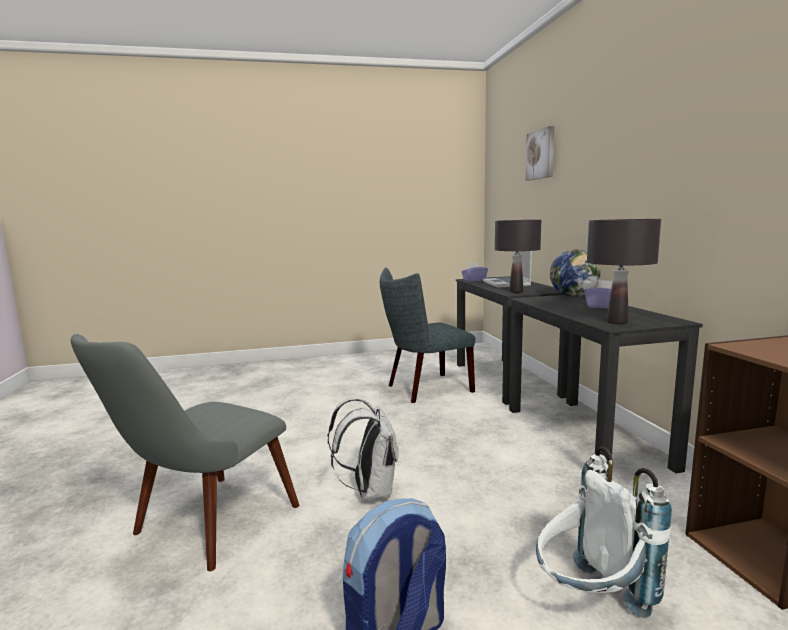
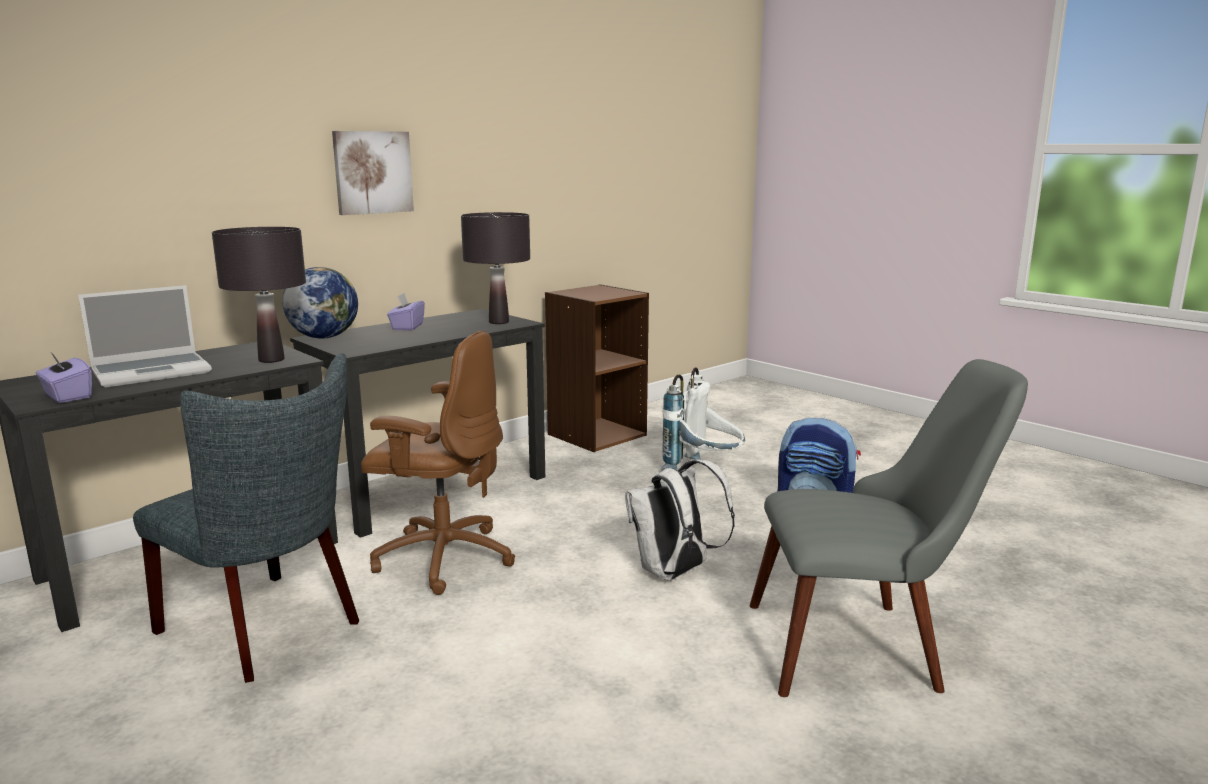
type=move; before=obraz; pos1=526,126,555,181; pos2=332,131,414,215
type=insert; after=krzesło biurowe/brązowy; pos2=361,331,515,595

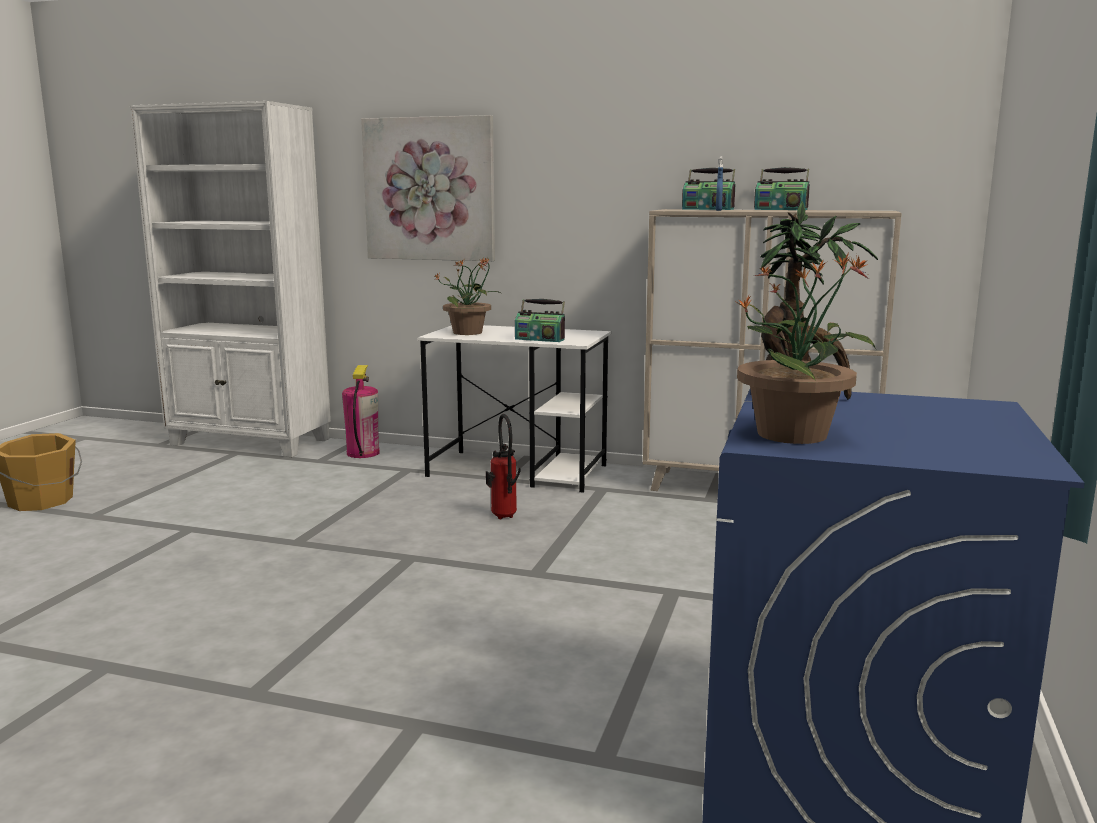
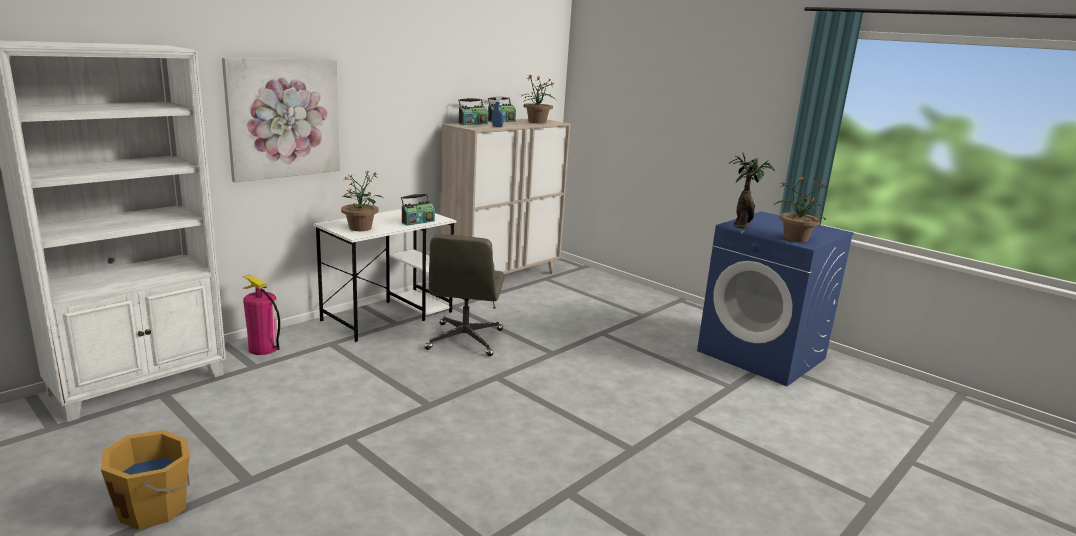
type=replace; before=gaśnica; after=krzesło biurowe/szary; pos1=486,414,521,519; pos2=425,234,504,356
type=insert; after=roślina doniczkowa; pos2=521,74,556,124

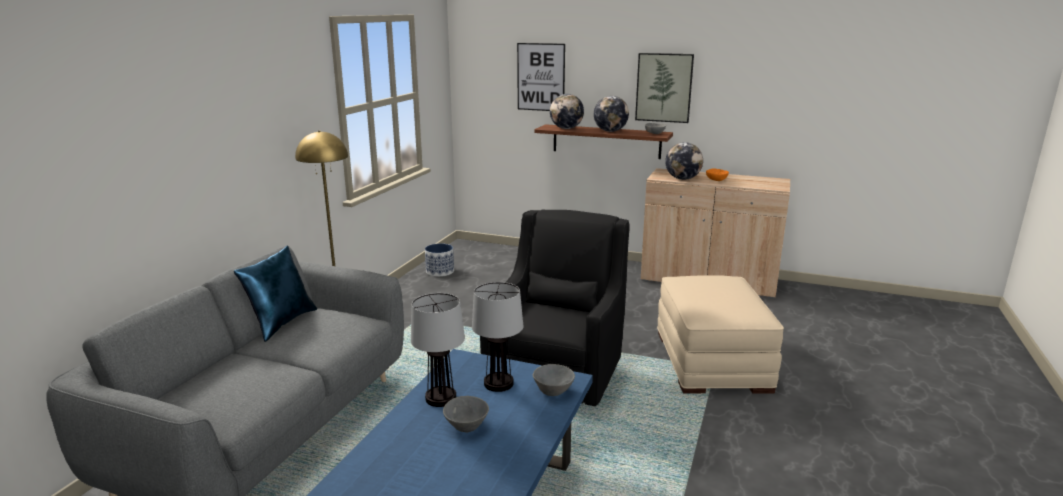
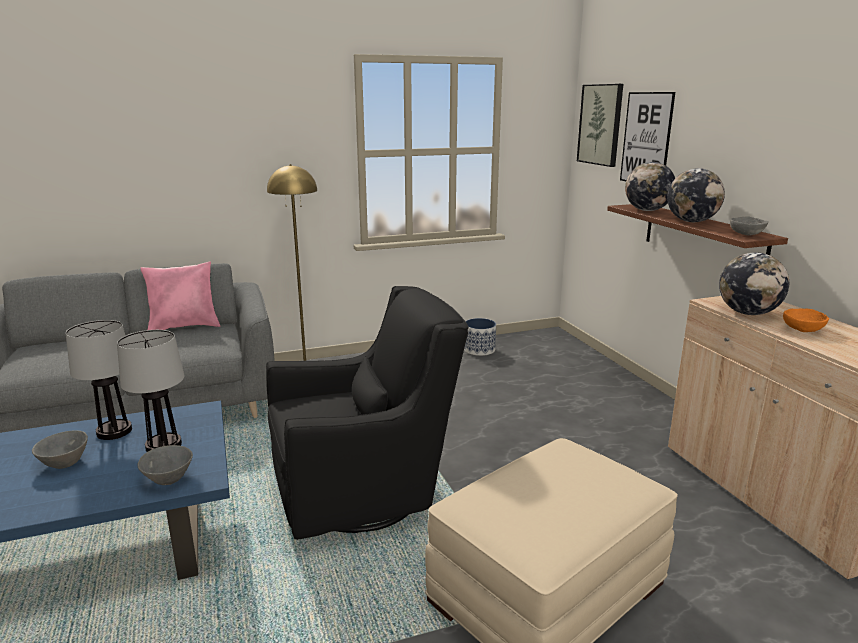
type=recolor; before=poduszka/niebieski; after=poduszka/różowy; pos1=234,246,317,342; pos2=140,261,220,330
type=move; before=obraz; pos1=635,53,694,123; pos2=577,84,623,167

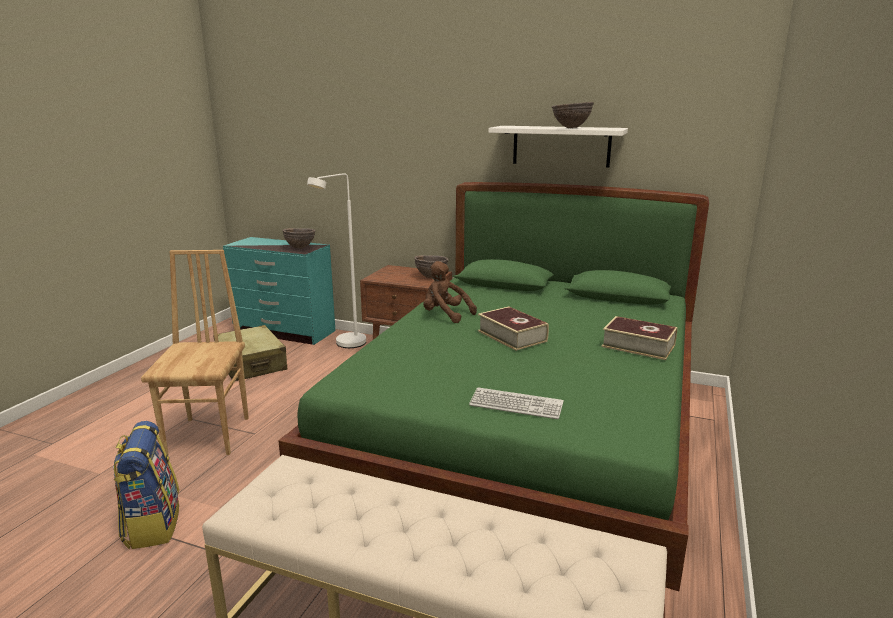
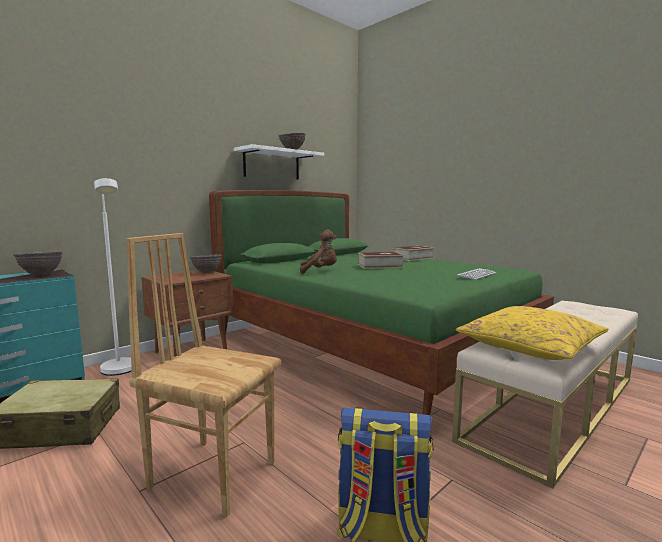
type=rotate; before=pluszak/brązowy; pos1=423,261,477,323; pos2=300,230,337,274; turn=-150
type=insert; after=poduszka/żółty; pos2=456,306,608,360

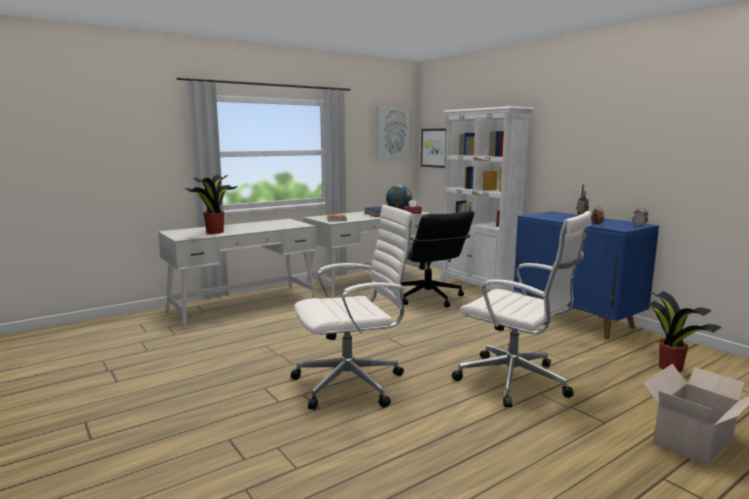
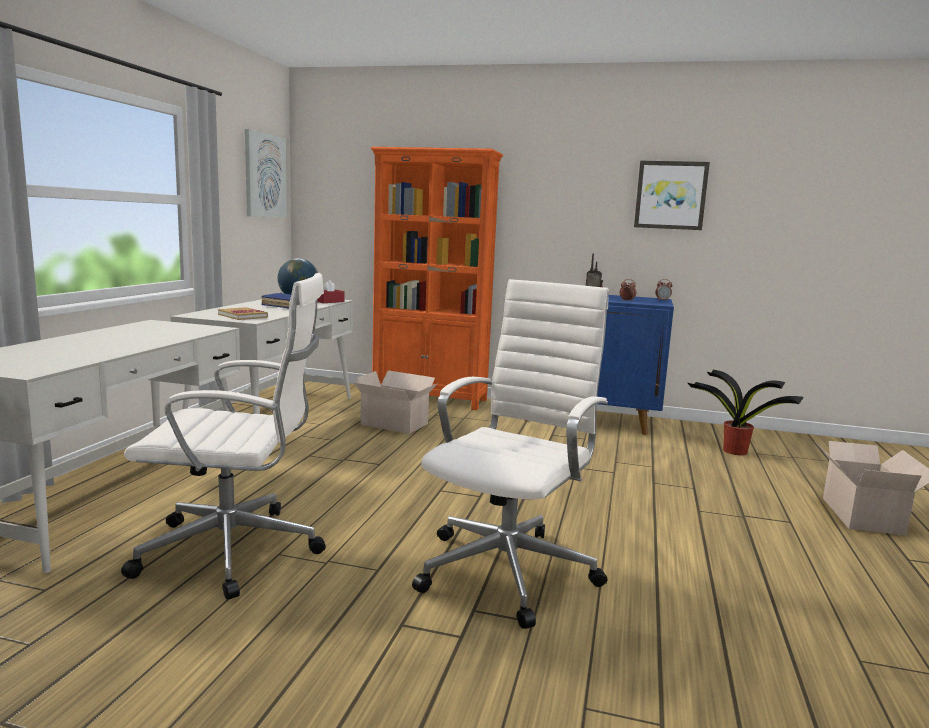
type=delete; before=roślina doniczkowa; pos1=185,175,238,234
type=replace; before=krzesło biurowe/czarny; after=karton; pos1=401,211,474,307; pos2=354,370,438,434
type=move; before=obraz; pos1=421,128,446,168; pos2=634,161,710,230
type=recolor; before=regał/biały; after=regał/pomarańczowy; pos1=441,106,534,294; pos2=371,147,503,410
type=move; before=krzesło biurowe/biały; pos1=452,211,591,407; pos2=121,273,326,600

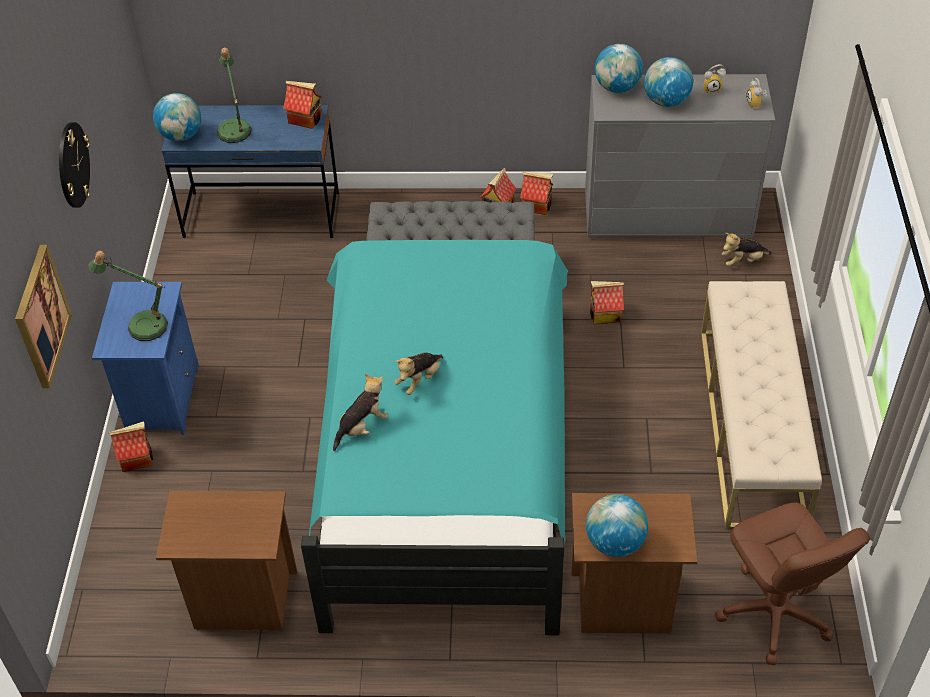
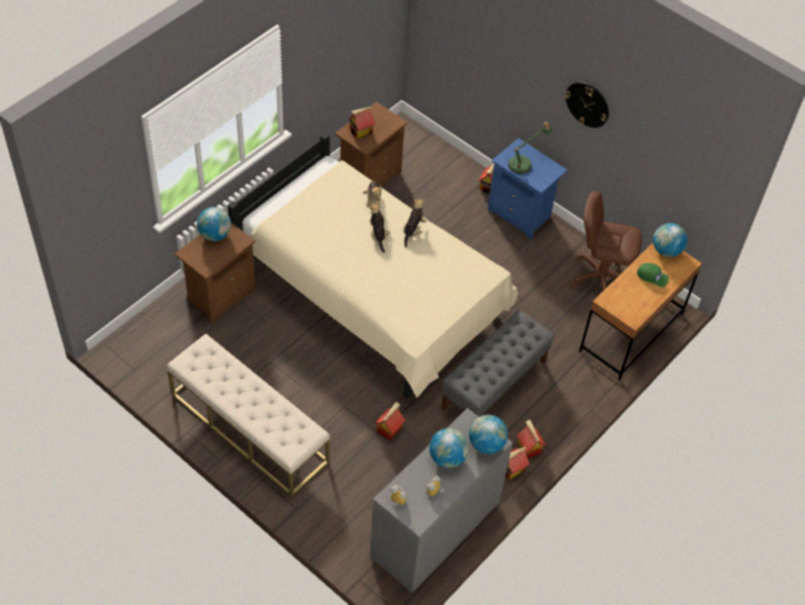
type=delete; before=obraz; pos1=15,245,72,388
type=recolor; before=biurko/niebieski; after=biurko/brązowy; pos1=162,105,339,238; pos2=579,243,702,380
type=replace; before=lampa stołowa; after=czapka z daszkiem/zielony; pos1=217,48,252,143; pos2=637,263,669,287
type=move; before=domek; pos1=283,81,322,129; pos2=349,106,375,139
type=recolor; before=łóżko/turkusowy; after=łóżko/beżowy; pos1=301,240,569,635; pos2=228,133,518,398
type=move; before=krzesło biurowe/brązowy; pos1=715,503,870,665; pos2=570,191,642,292
type=move; before=pluszak; pos1=722,233,772,266; pos2=403,198,426,248

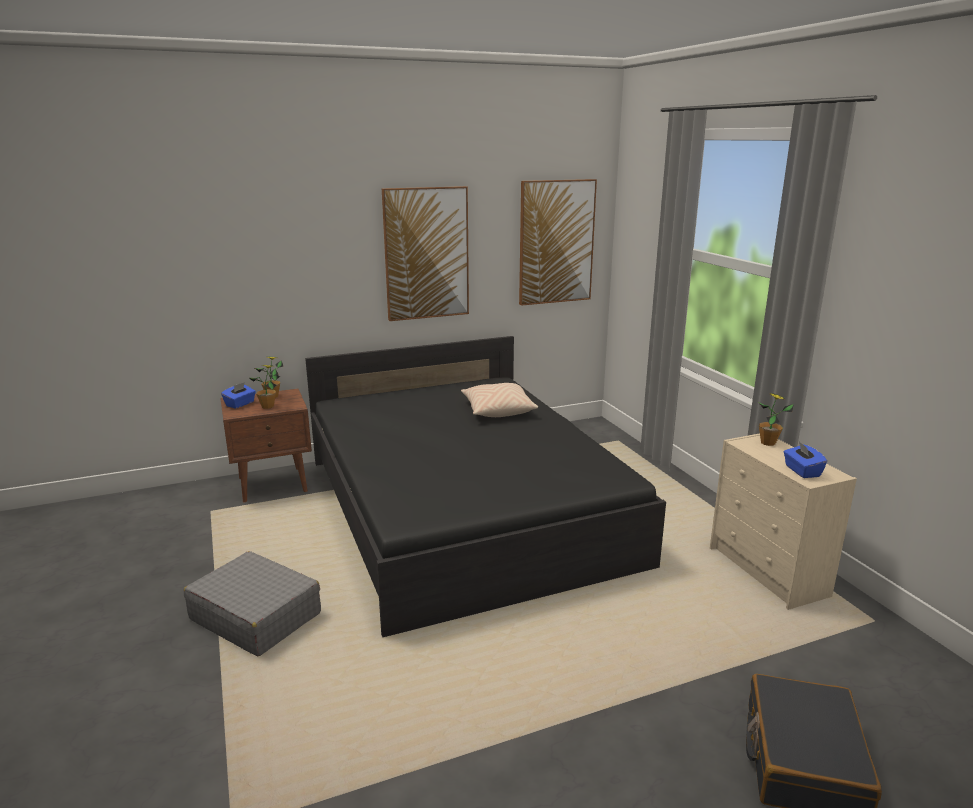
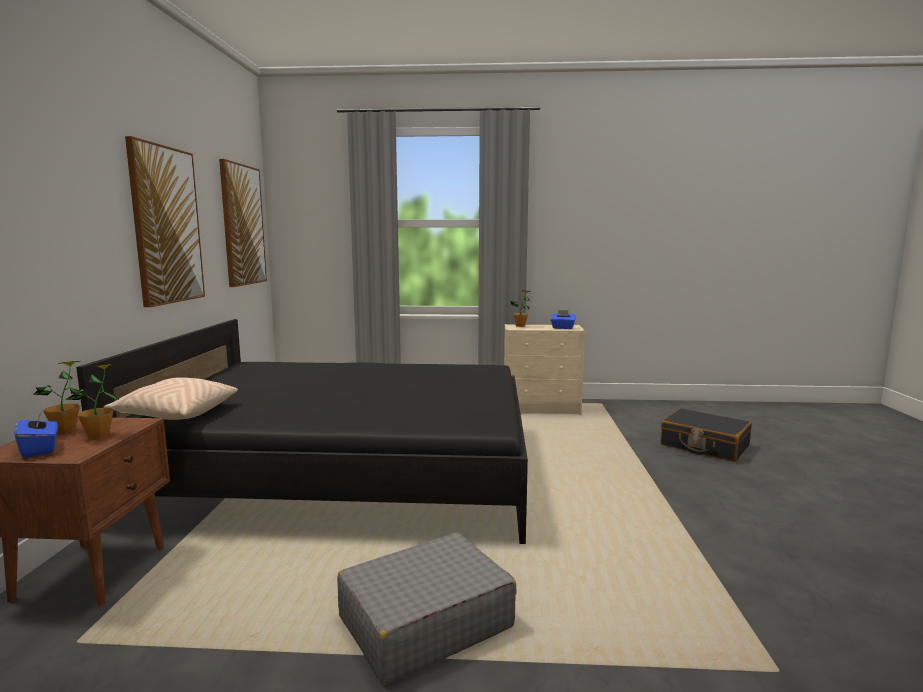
type=move; before=poduszka/beżowy; pos1=461,383,538,417; pos2=103,377,238,420

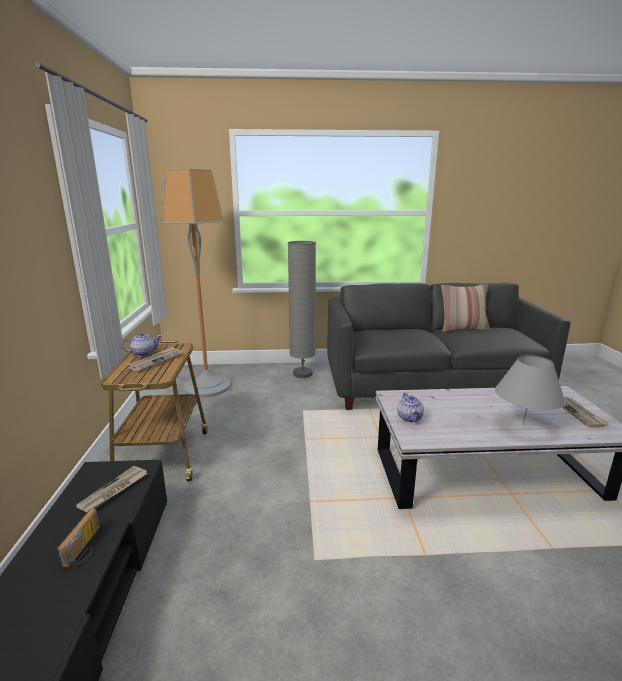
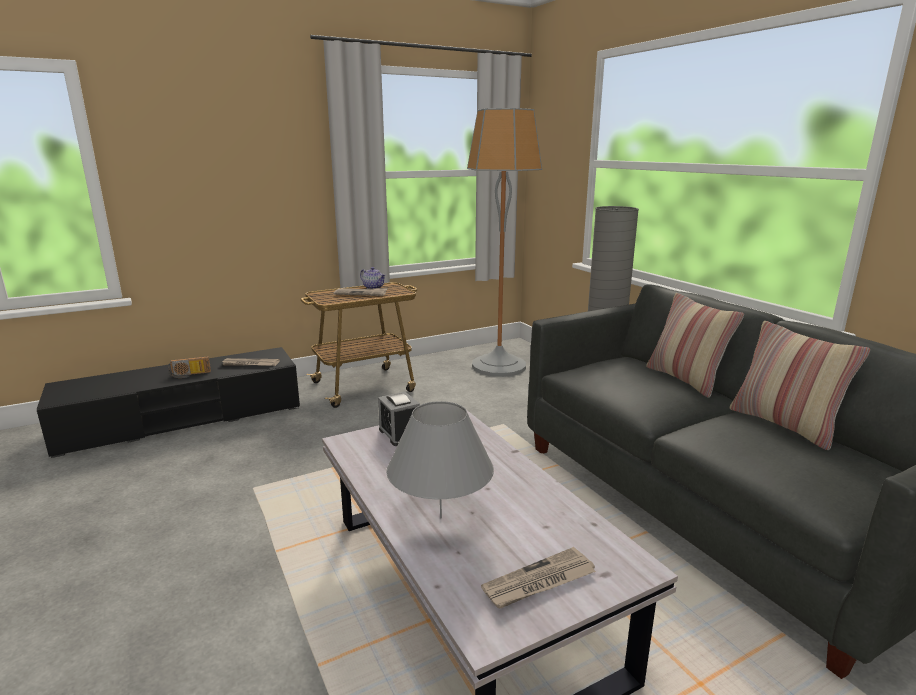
type=replace; before=imbryk; after=budzik; pos1=397,393,424,422; pos2=378,392,420,446
type=insert; after=poduszka; pos2=646,293,744,398

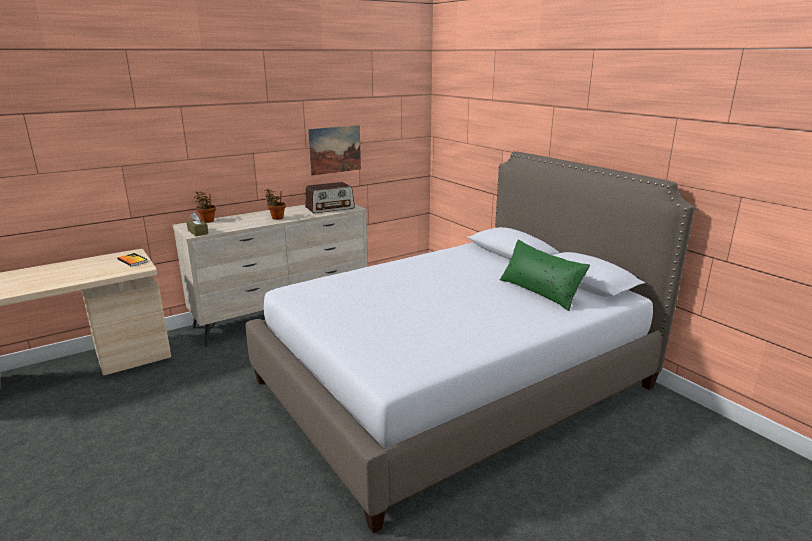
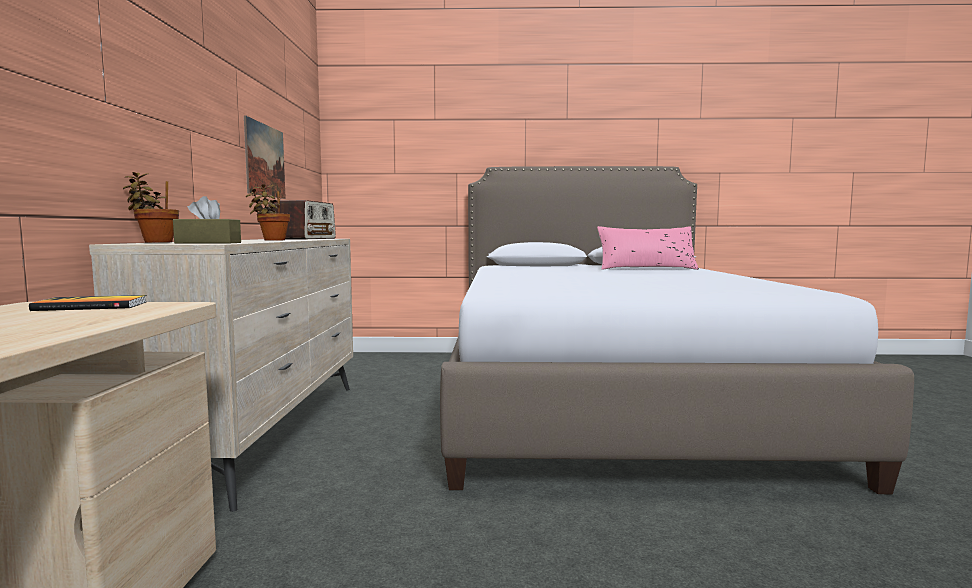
type=recolor; before=poduszka/zielony; after=poduszka/różowy; pos1=500,239,590,311; pos2=597,226,699,270

